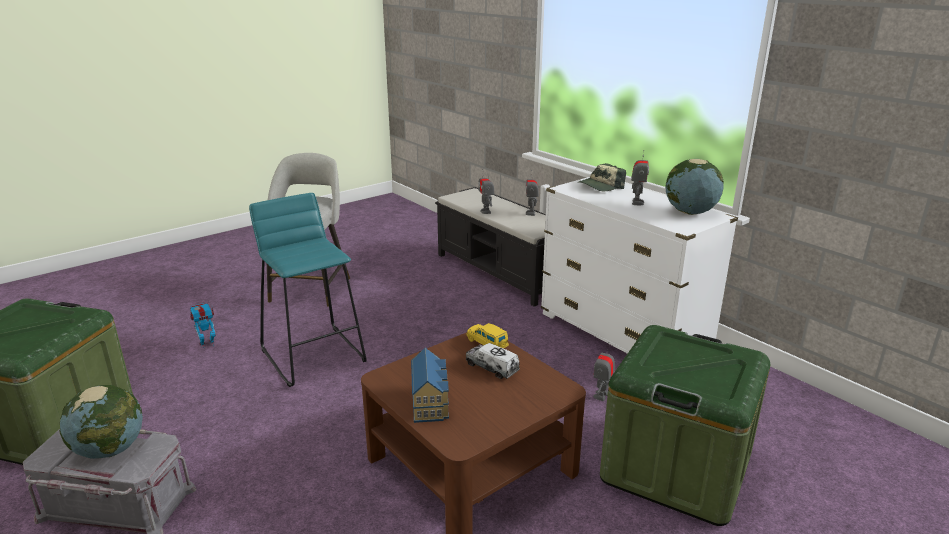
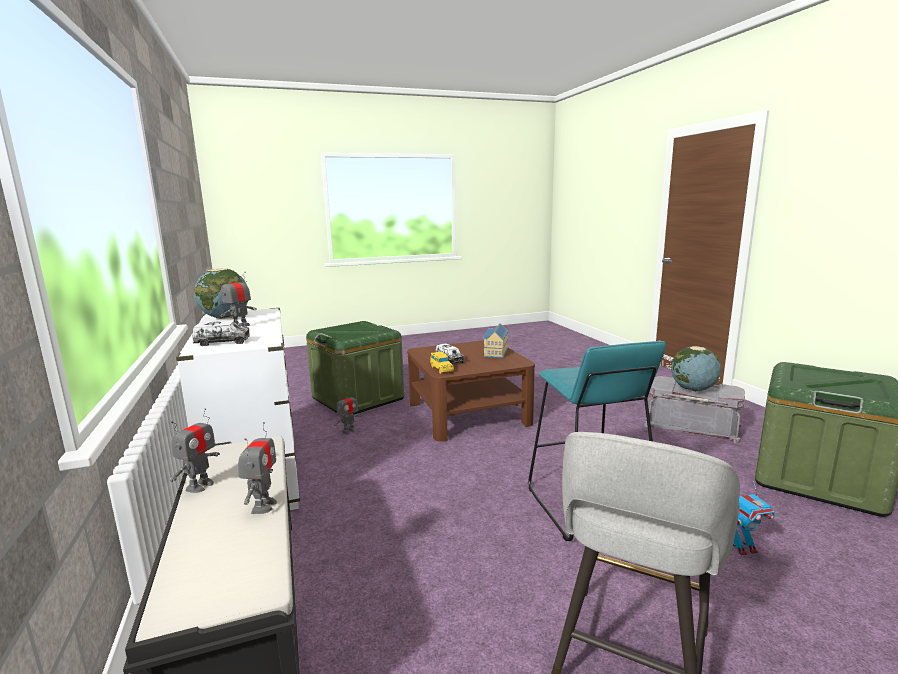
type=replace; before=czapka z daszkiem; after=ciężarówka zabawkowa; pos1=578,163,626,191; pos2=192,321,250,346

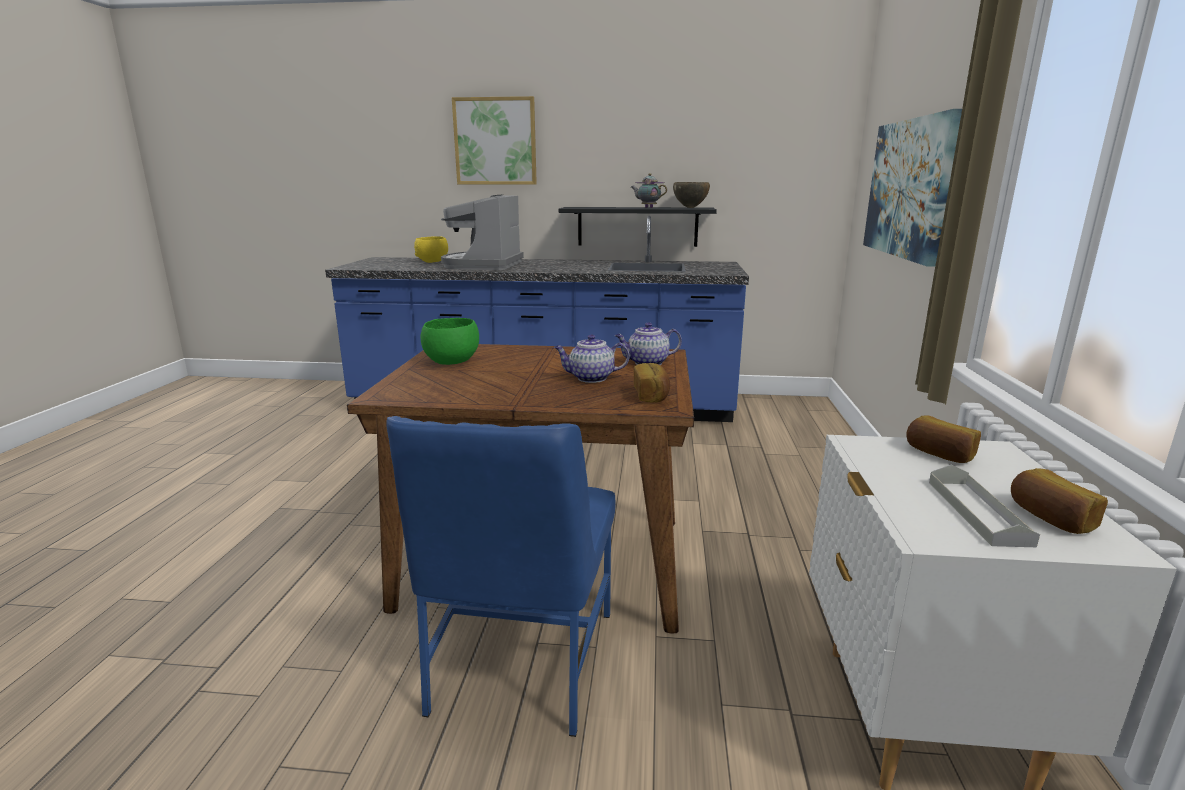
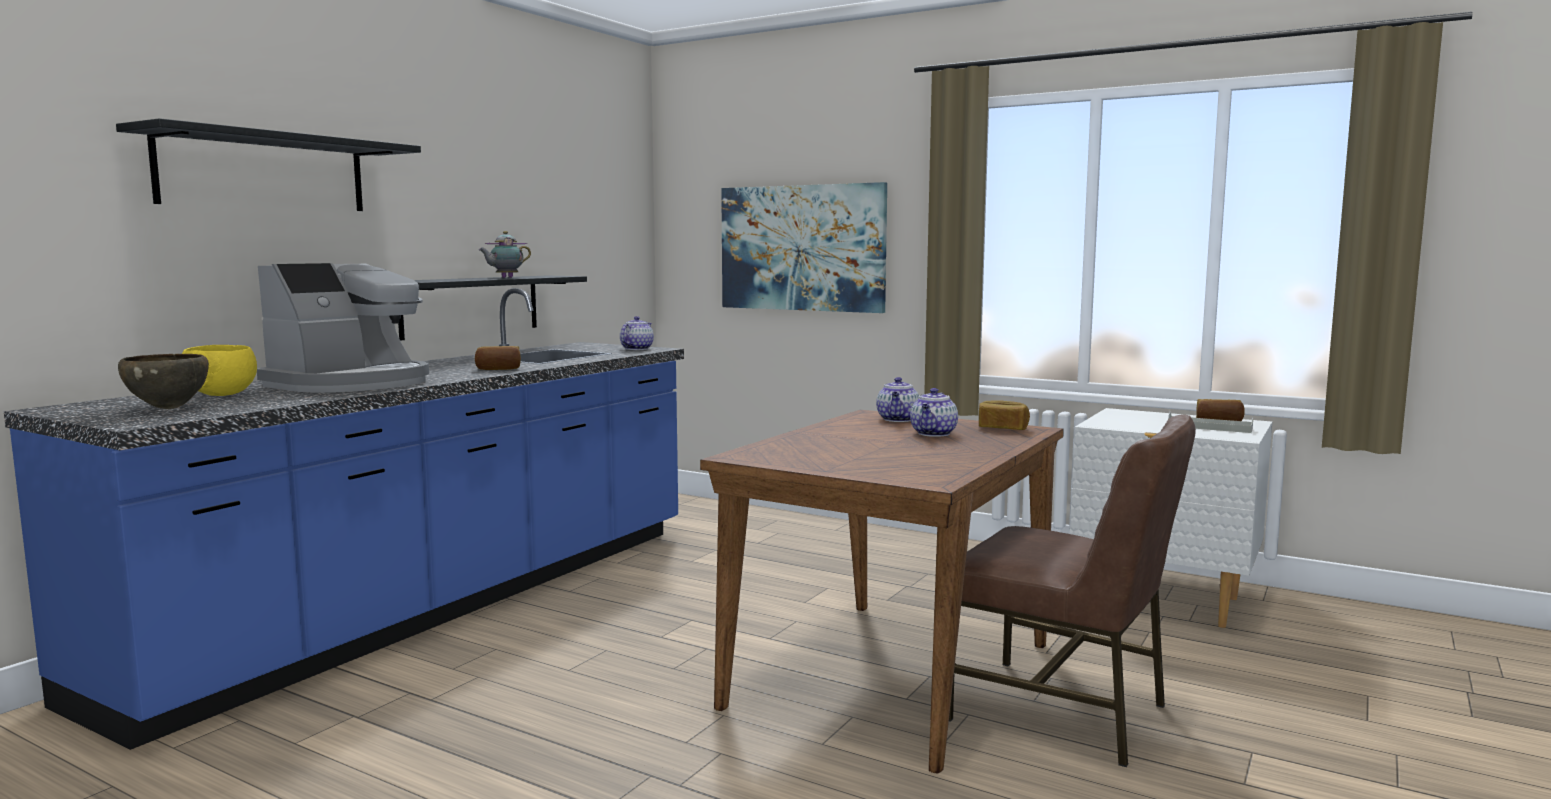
type=recolor; before=krzesło/niebieski; after=krzesło/brązowy; pos1=386,416,615,737; pos2=949,414,1196,767
type=delete; before=miska/zielony; pos1=421,318,479,365
type=rotate; before=ekspres do kawy; pos1=441,195,524,270; pos2=257,263,429,393; turn=-90
type=replace; before=obraz; after=półka/czarny; pos1=452,96,537,185; pos2=116,118,421,211
type=move; before=miska/brązowy; pos1=673,182,710,208; pos2=118,354,209,409
type=move; before=chleb; pos1=906,416,981,463; pos2=475,346,521,370
type=insert; after=imbryk; pos2=620,316,654,350

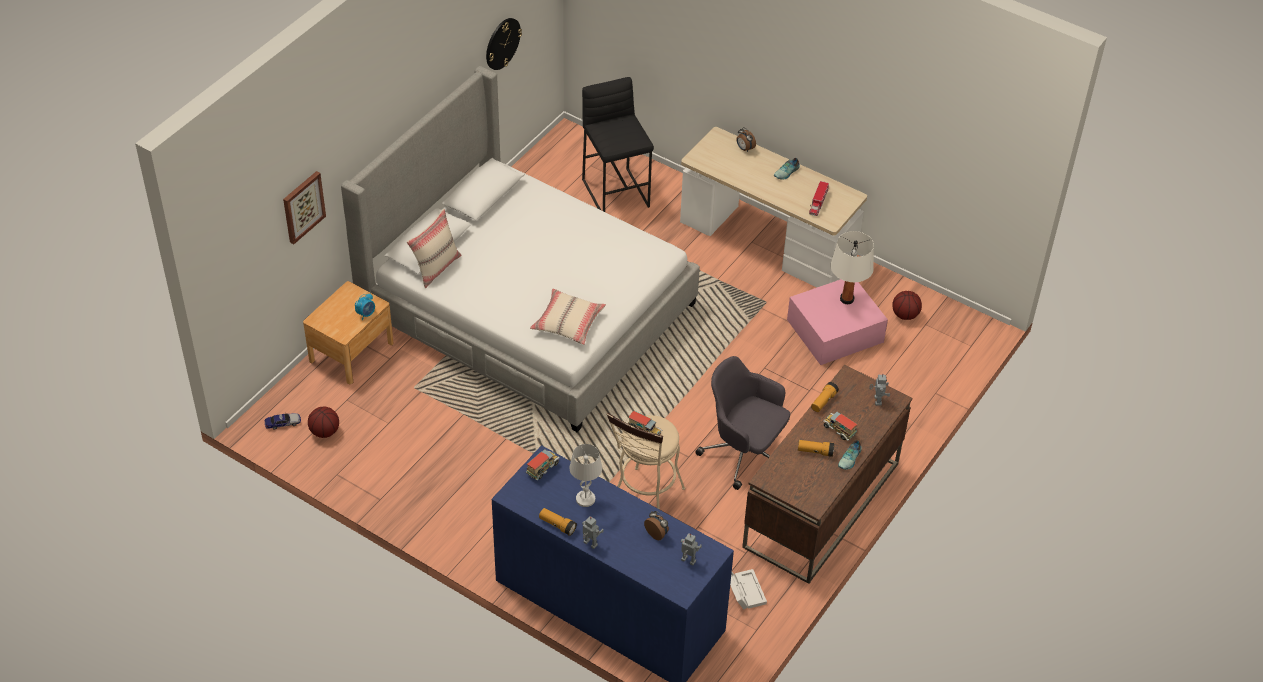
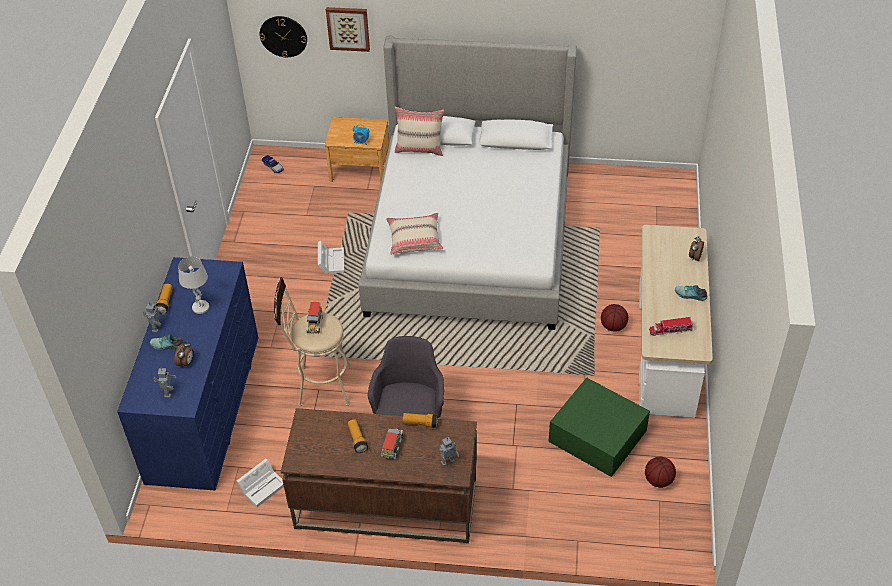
type=move; before=piłka do koszykówki; pos1=308,406,339,438; pos2=601,304,628,332
type=move; before=zegar ścienny; pos1=486,18,522,70; pos2=260,16,307,58
type=delete; before=ciężarówka zabawkowa; pos1=526,449,560,480
type=delete; before=stołek/czarny; pos1=582,77,654,212
type=recolor; before=pojemnik do przechowywania/różowy; after=pojemnik do przechowywania/zielony; pos1=787,279,888,365; pos2=548,377,650,477
type=delete; before=lampa stołowa/biały; pos1=830,231,874,304
type=move; before=but; pos1=838,440,862,470; pos2=150,334,184,350
type=insert; after=pojemnik do przechowywania/biały; pos2=318,241,344,274

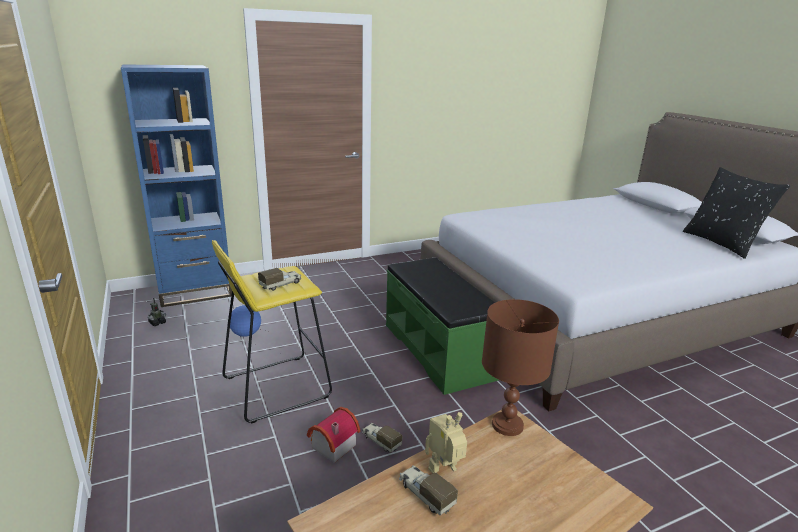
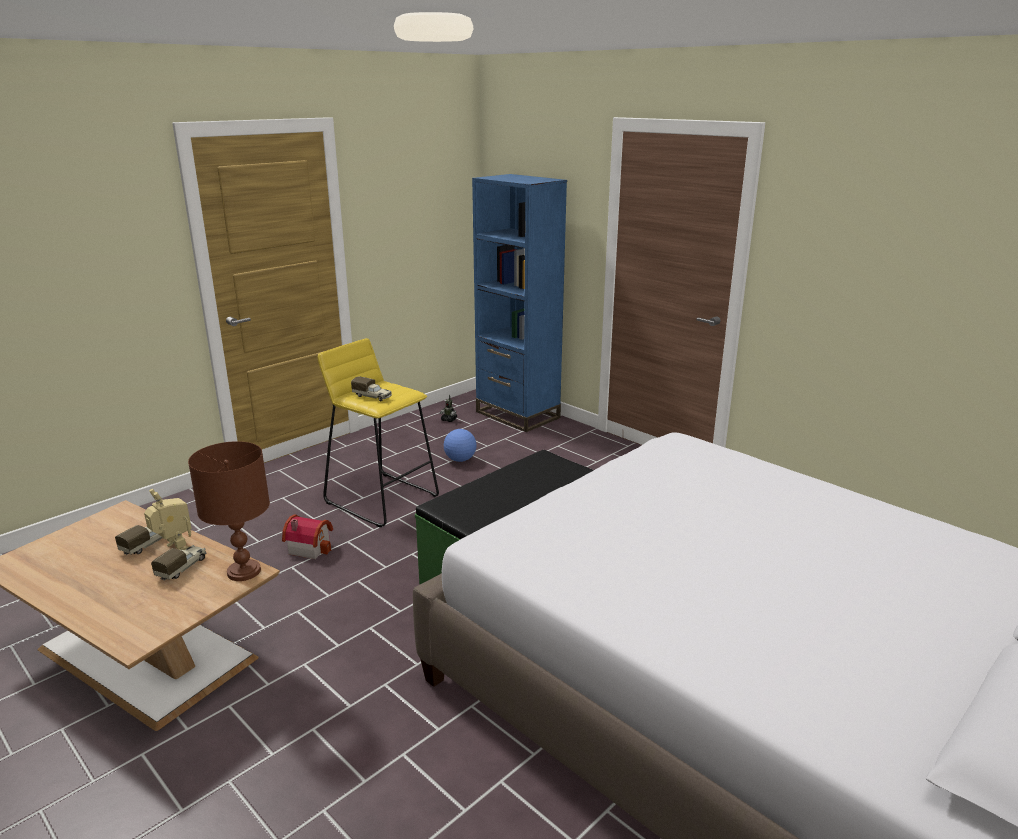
type=move; before=ciężarówka zabawkowa; pos1=362,423,402,452; pos2=151,545,207,581
type=delete; before=poduszka/czarny; pos1=683,167,790,259

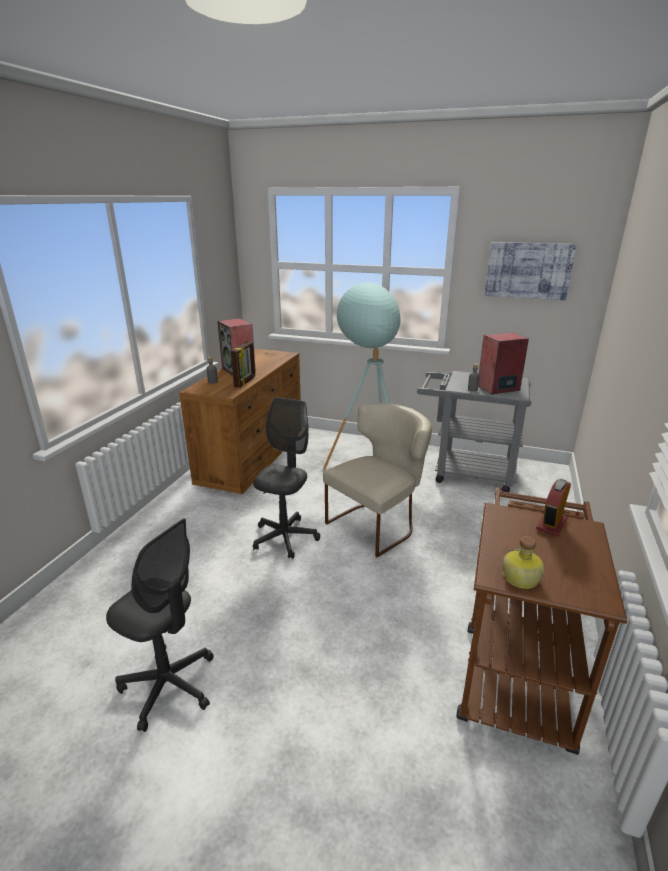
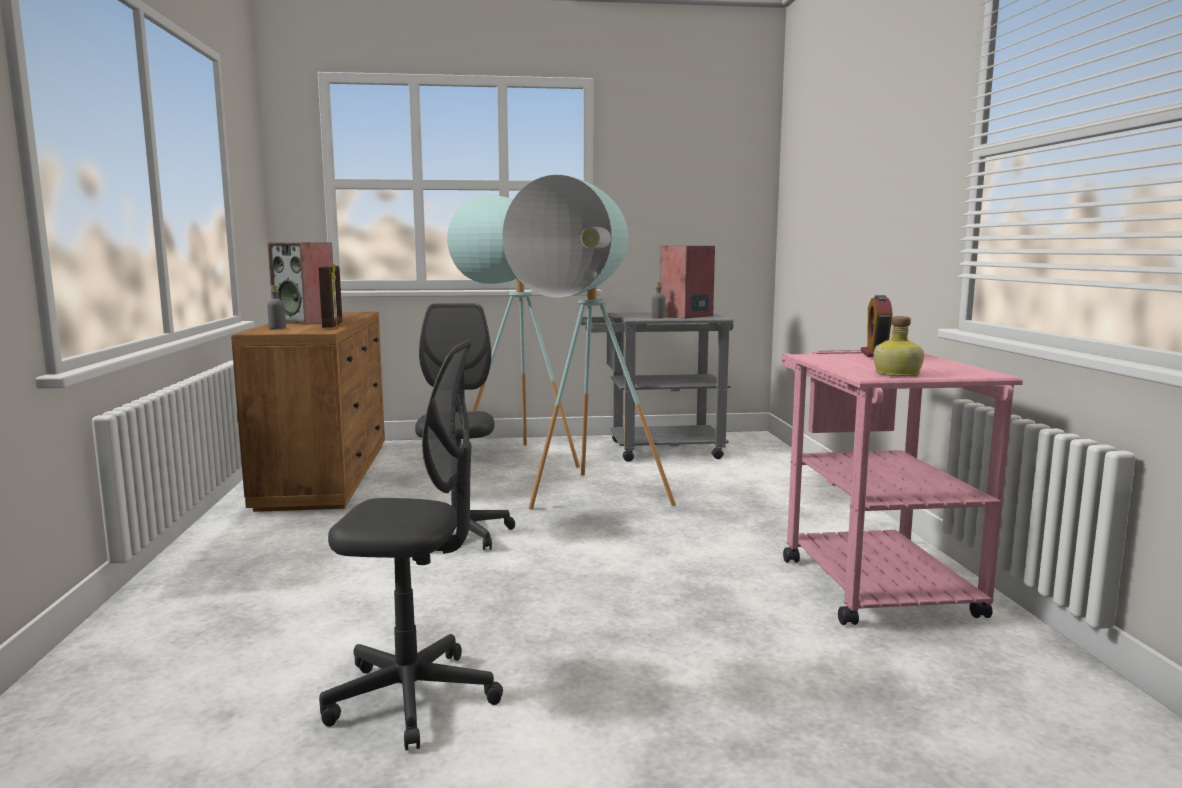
type=replace; before=krzesło/beżowy; after=lampa stojąca/turkusowy; pos1=323,403,432,558; pos2=502,175,676,510
type=recolor; before=wózek/brązowy; after=wózek/różowy; pos1=457,487,627,755; pos2=781,350,1023,625
type=delete; before=obraz; pos1=485,242,577,300

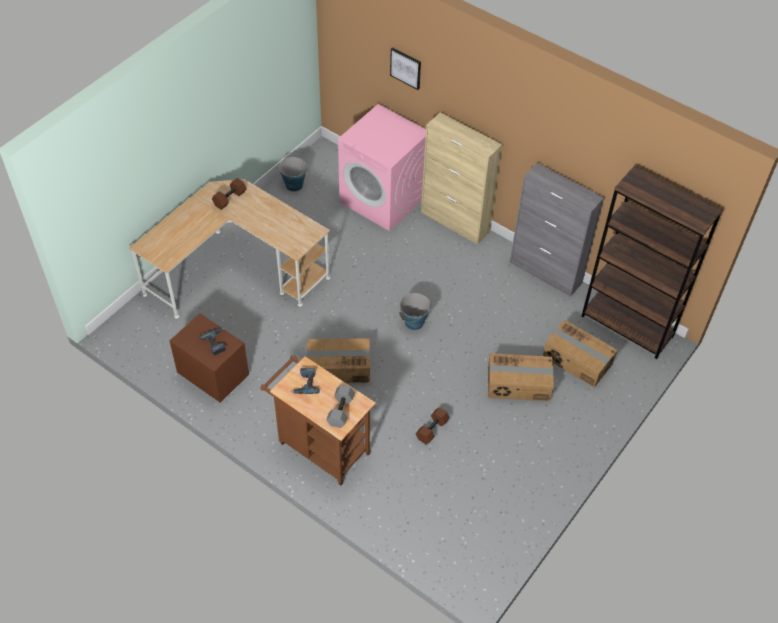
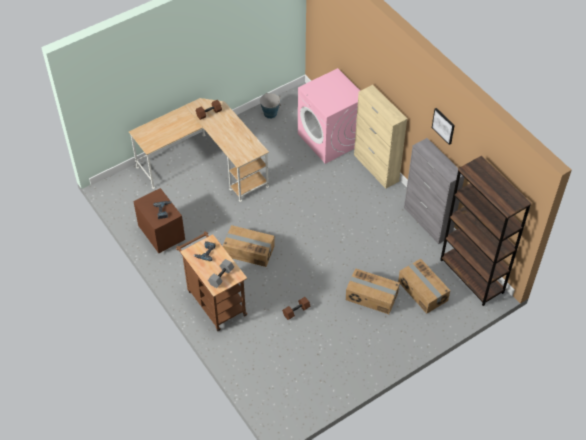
type=move; before=obraz; pos1=390,47,421,90; pos2=432,108,455,145
type=delete; before=wiadro; pos1=399,293,431,330

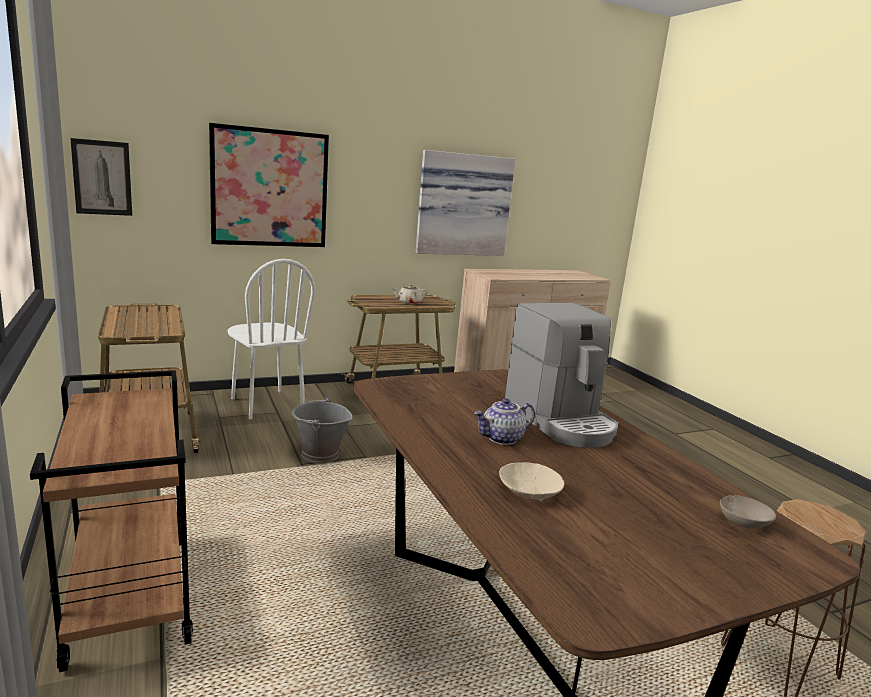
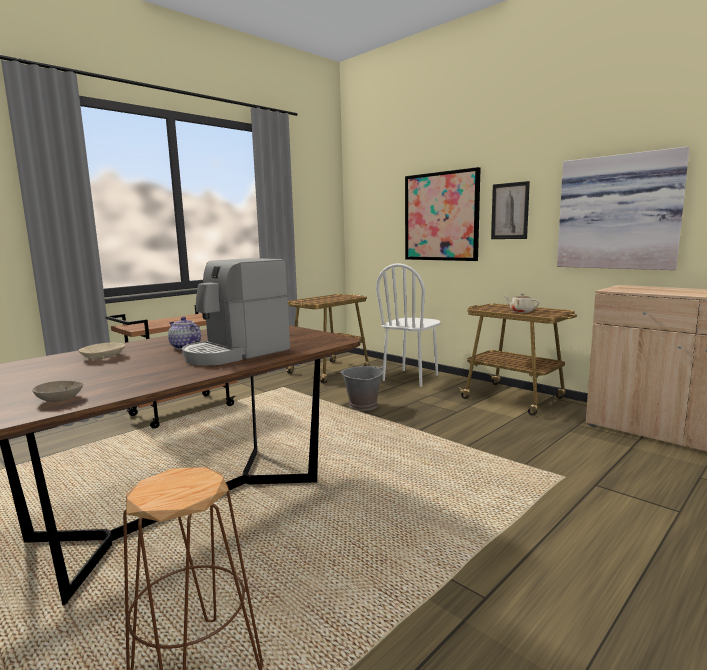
type=move; before=obraz; pos1=70,138,132,216; pos2=491,181,530,239

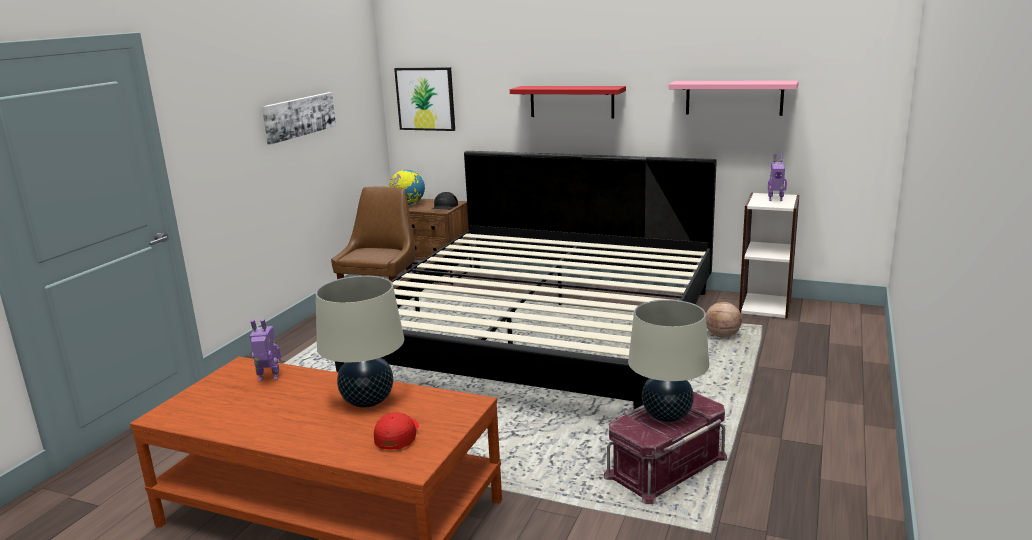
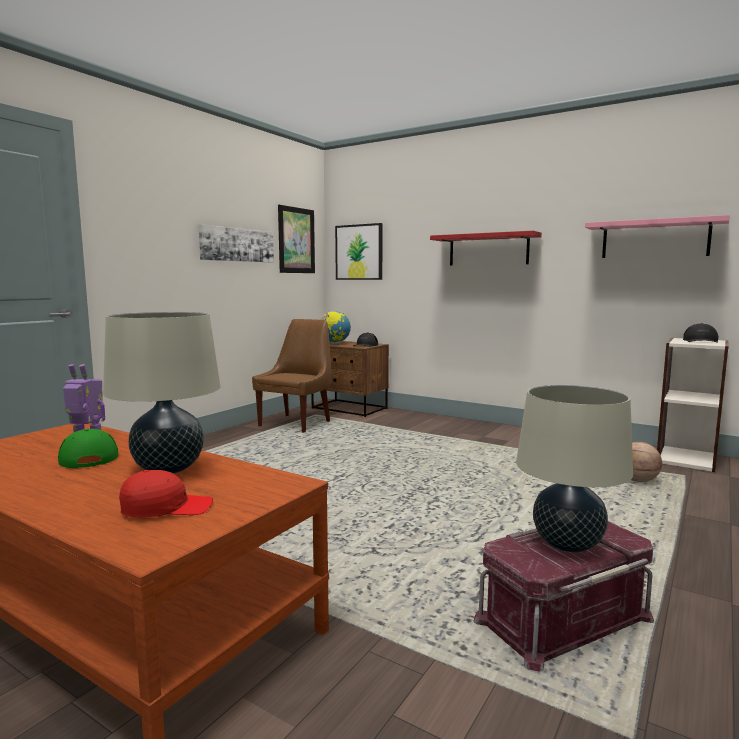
type=delete; before=łóżko; pos1=335,151,717,409
type=rotate; before=czapka z daszkiem/czerwony; pos1=374,412,419,450; pos2=119,470,213,518; turn=60
type=replace; before=robot zabawkowy; after=czapka z daszkiem/czarny; pos1=768,154,787,201; pos2=683,323,718,343
type=insert; after=czapka z daszkiem/zielony; pos2=58,429,118,468
type=insert; after=obraz; pos2=278,205,315,273

